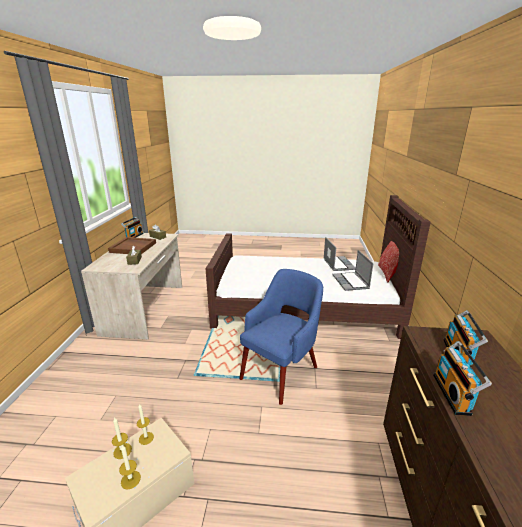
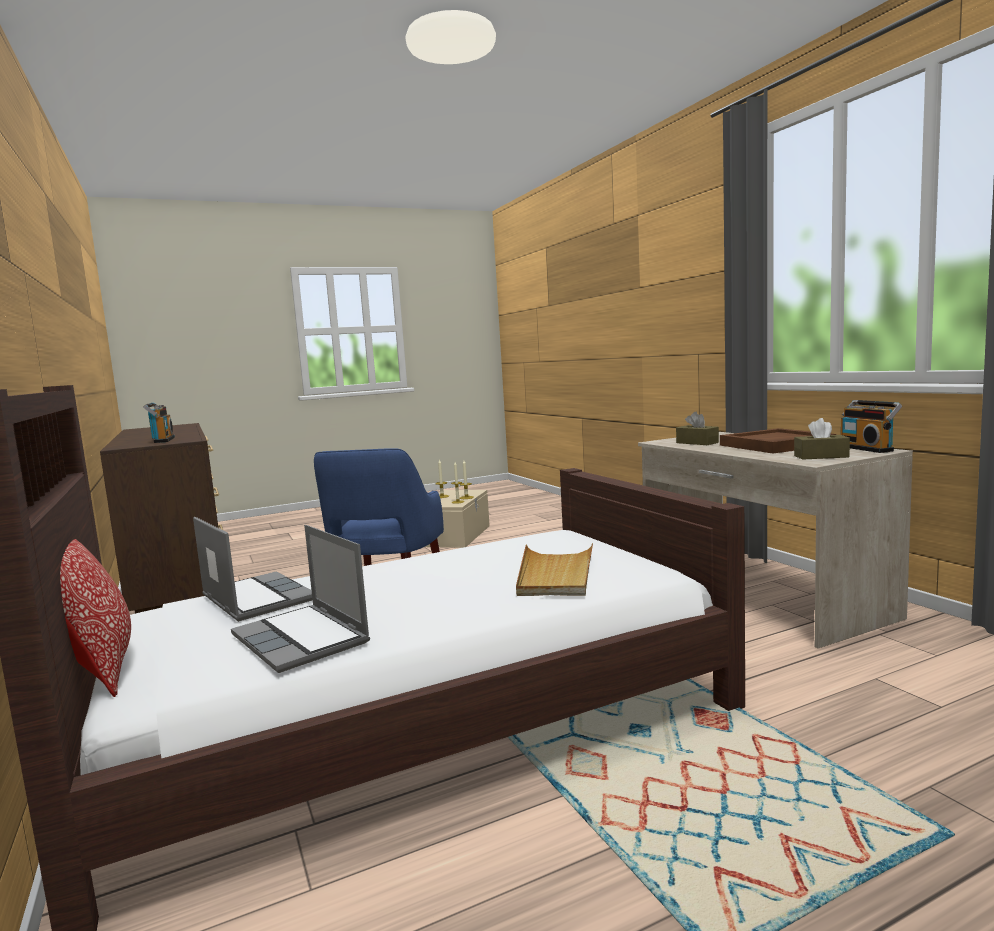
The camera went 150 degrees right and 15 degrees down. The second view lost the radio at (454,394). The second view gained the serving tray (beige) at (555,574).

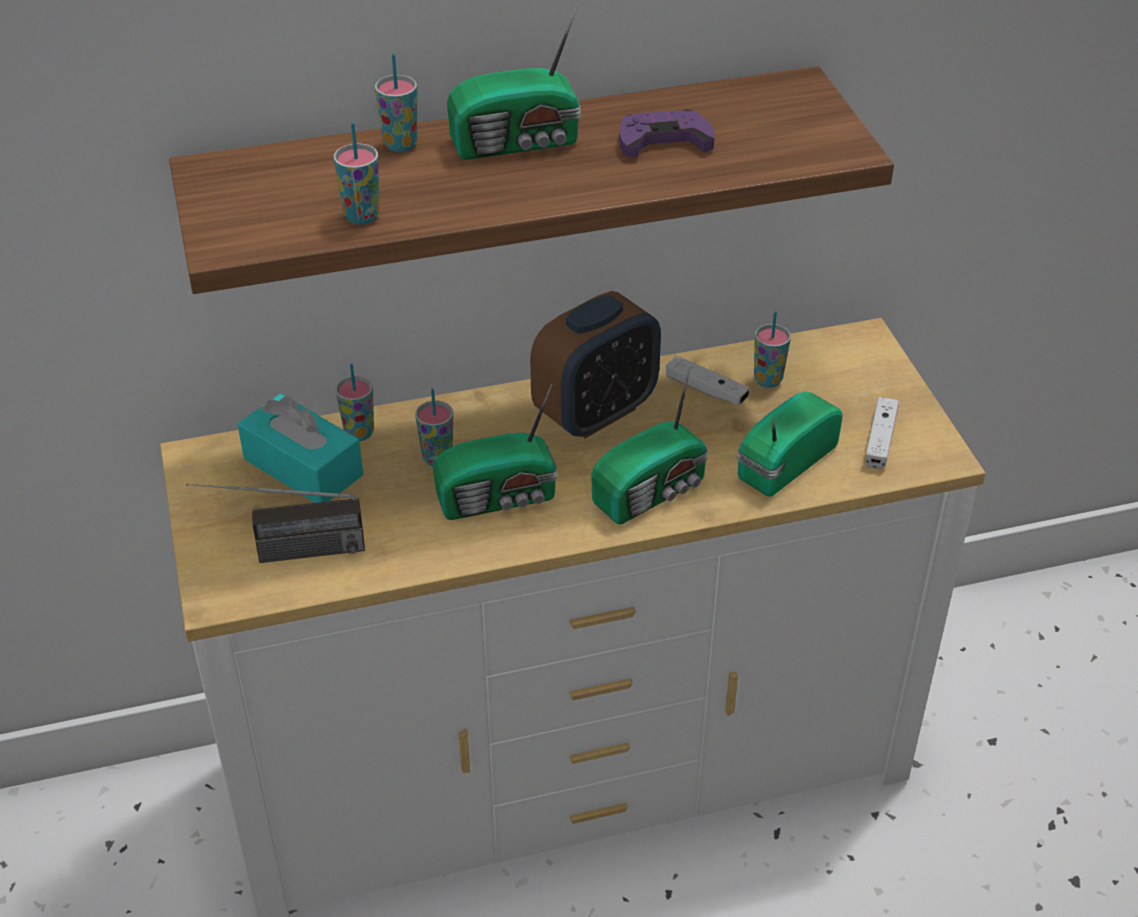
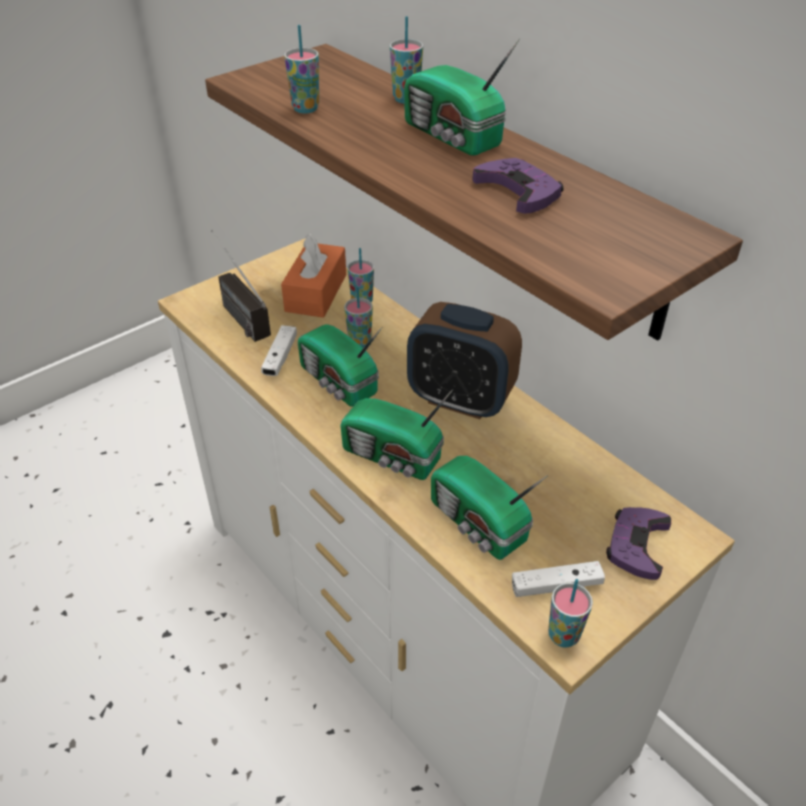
The camera went 65 degrees right and 0 degrees up. The second view gained the joypad (purple-coloured) at (636,545). The joypad (white) ended up elsewhere, having gone from (706,390) to (280,357). The small cup ended up elsewhere, having gone from (768,380) to (563,635). What was the tissue holder (turquoise) at (303,467) turned into the tissue holder (orange-coloured) at (316,293). The radio at (782,463) ended up facing another way, 150 degrees counterclockwise from before.

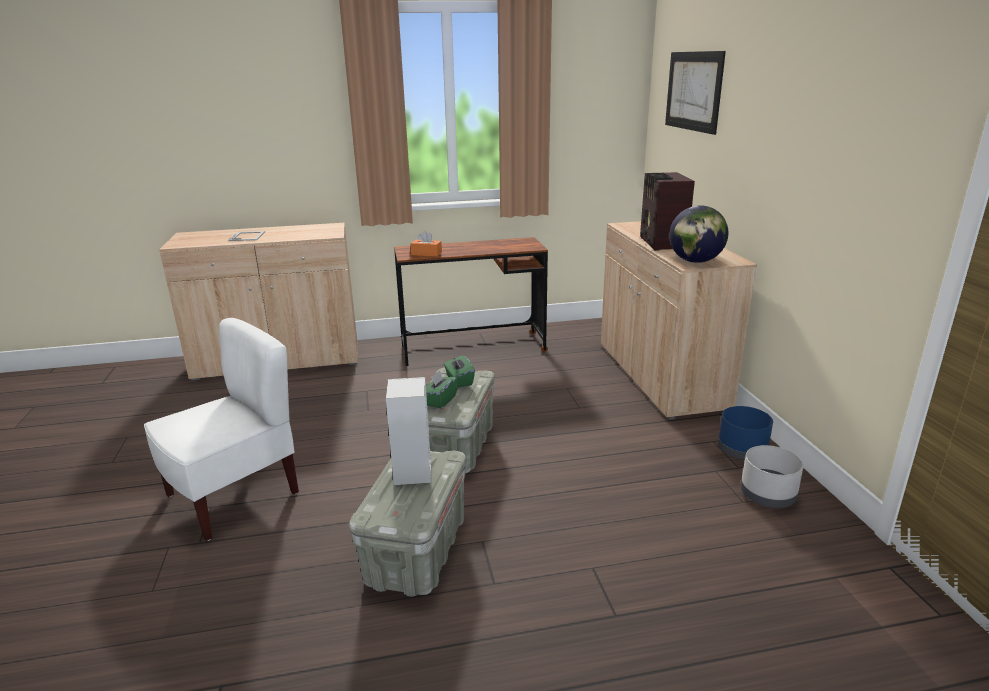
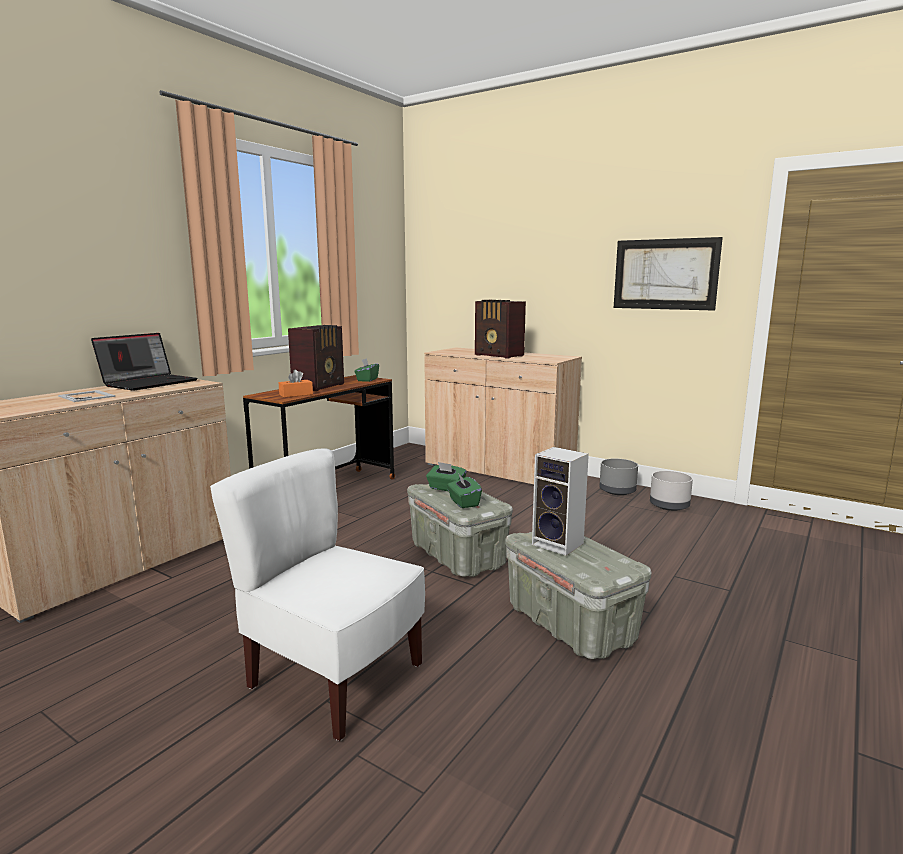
The camera went 45 degrees left and 10 degrees down. The second view lost the globe at (695,261). The second view gained the notebook computer at (149,383). The second view gained the radio at (320,386). The second view gained the tissue holder (green-coloured) at (367,380). The wall picture ended up elsewhere, having gone from (693,91) to (665,274). What was the plant pot (blue-coloured) at (742,451) turned into the plant pot (greyish) at (617,491). The chair (white) at (235,495) ended up facing another way, 60 degrees counterclockwise from before.

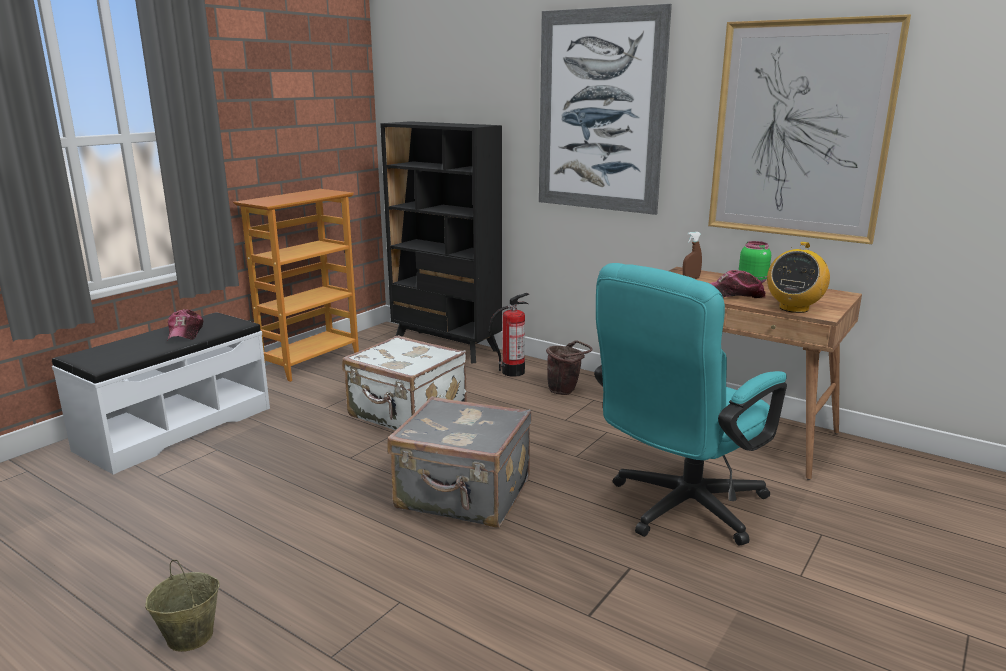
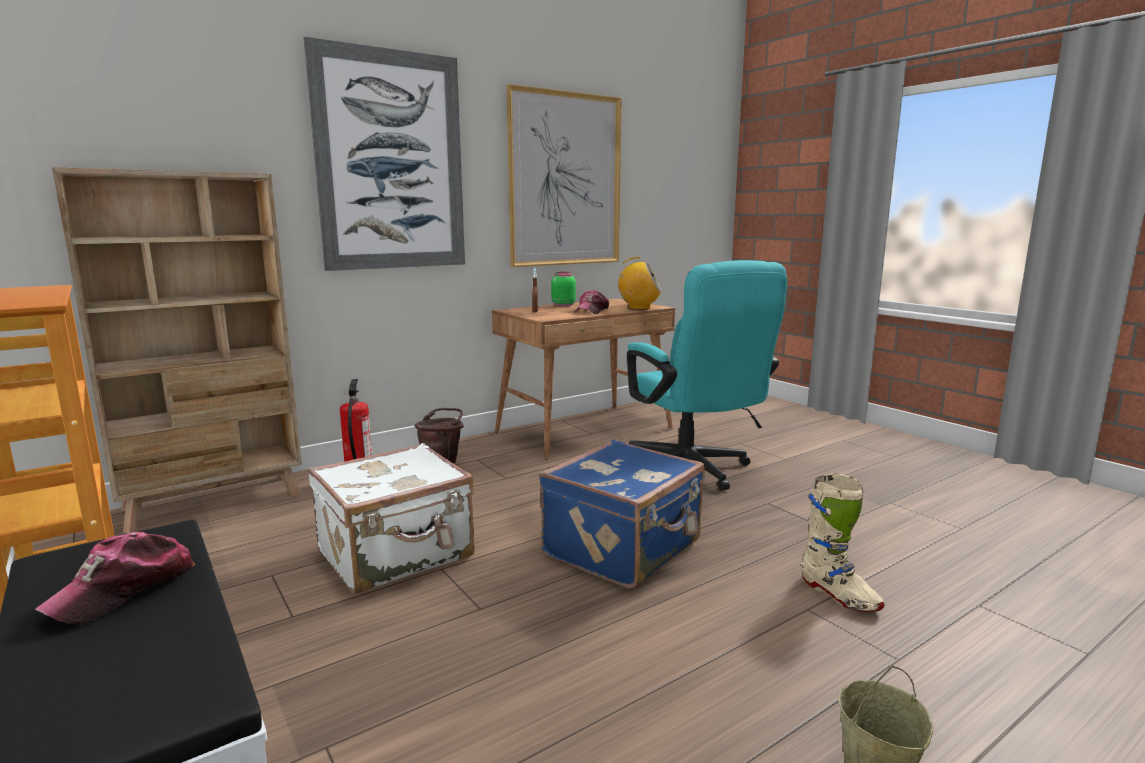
The camera went 70 degrees left and 5 degrees down. The second view gained the boot (beige) at (839,595). What was the shelving unit (blackish) at (446,346) turned into the shelving unit (beige) at (215,502). What was the suitcase (greyish) at (463,496) turned into the suitcase (blue-coloured) at (624,549). The cap at (185,333) ended up facing another way, 105 degrees clockwise from before. The radio at (793,308) ended up facing another way, 45 degrees counterclockwise from before.

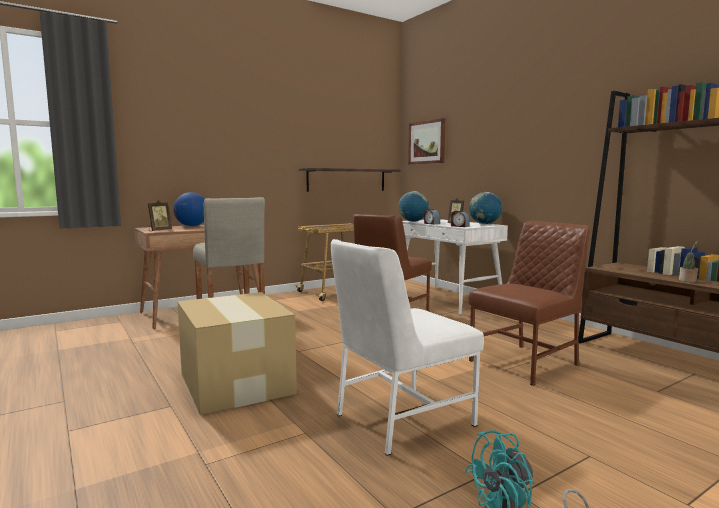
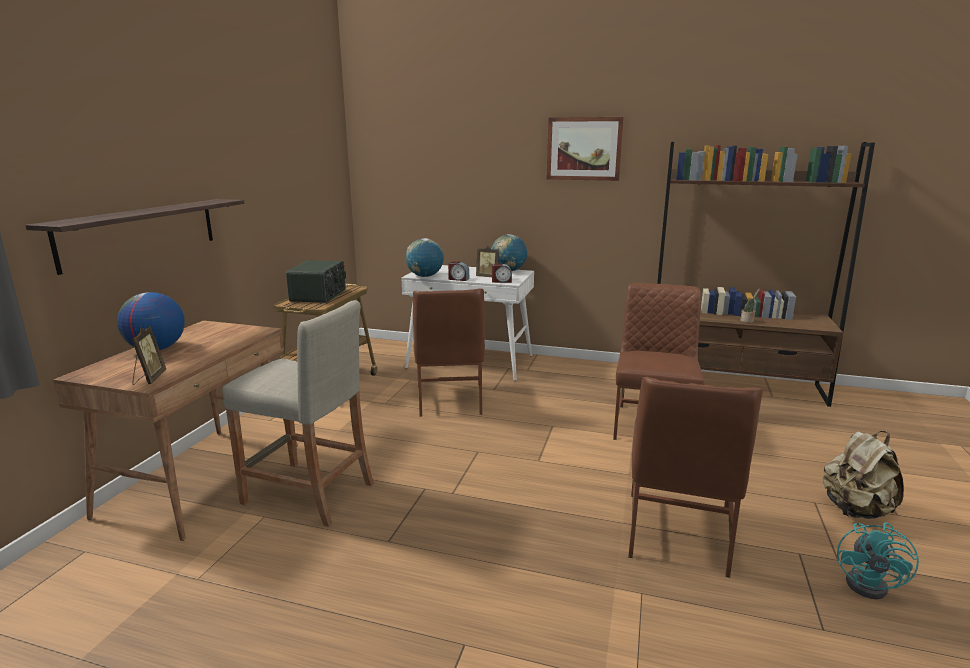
The camera went 40 degrees left and 10 degrees up. The second view lost the packing box at (236,382). The second view gained the radio at (319,295). The second view gained the rucksack (beige) at (855,510). The bracket shelf ended up elsewhere, having gone from (347,180) to (141,232). The wall picture ended up elsewhere, having gone from (427,142) to (584,149). What was the chair (white) at (401,419) turned into the chair (brown-coloured) at (677,533).

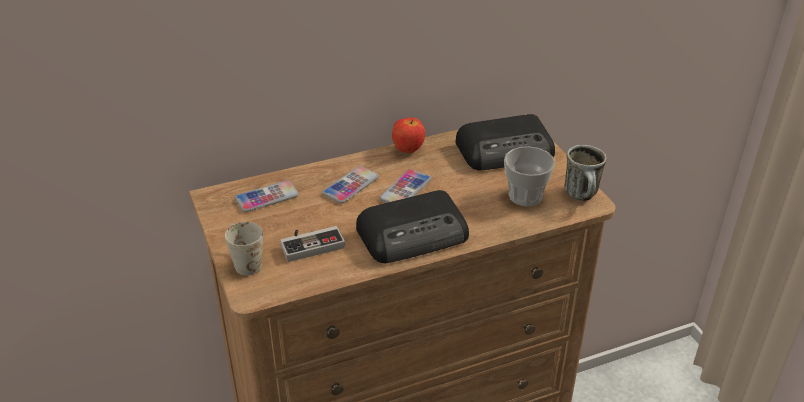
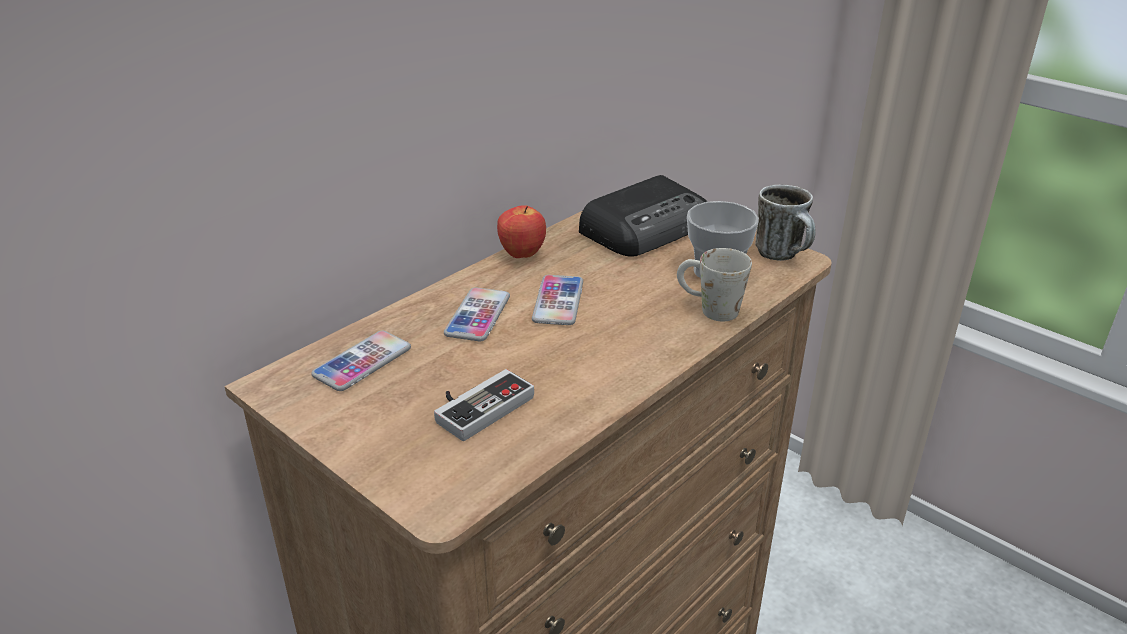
The camera went 25 degrees left and 5 degrees down. The second view lost the radio at (415,234). The tea mug (white) ended up elsewhere, having gone from (244,261) to (708,308).

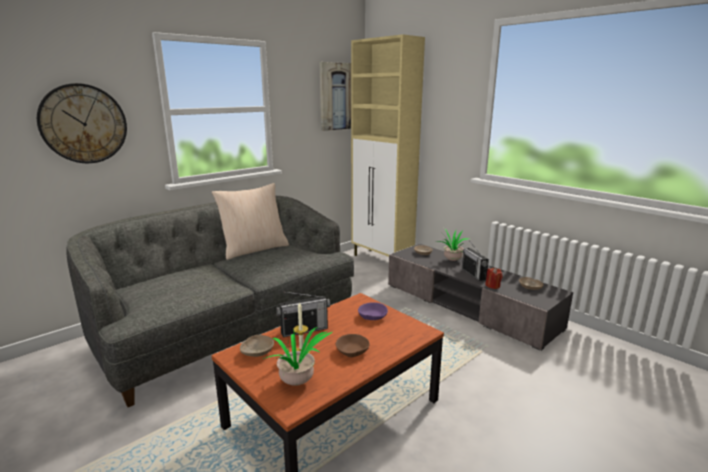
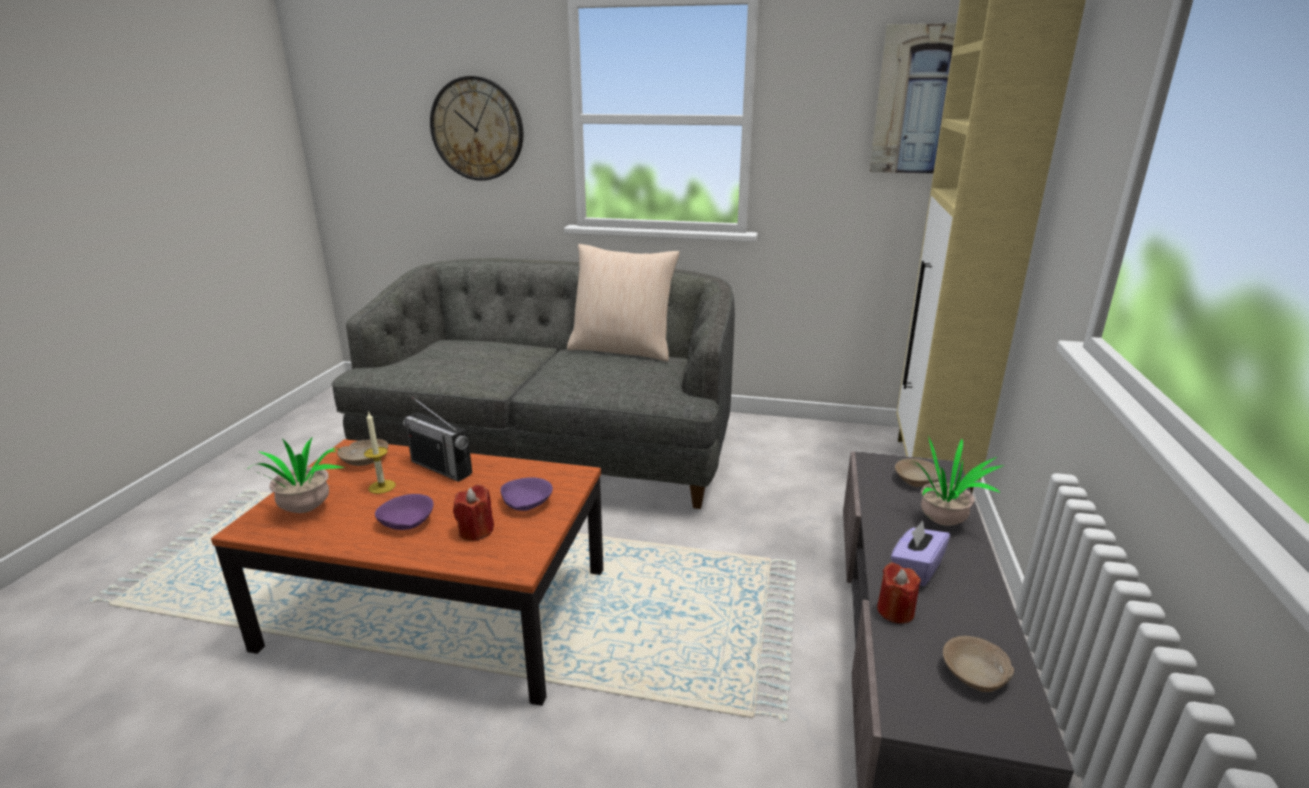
The camera went 55 degrees right and 5 degrees up. The second view gained the wax candle (reddish) at (476,531). Where the radio stood at (473,274), the tissue holder (purple-coloured) came to stand at (916,568). What was the bowl (brown-coloured) at (352,351) turned into the bowl (purple-coloured) at (407,521).

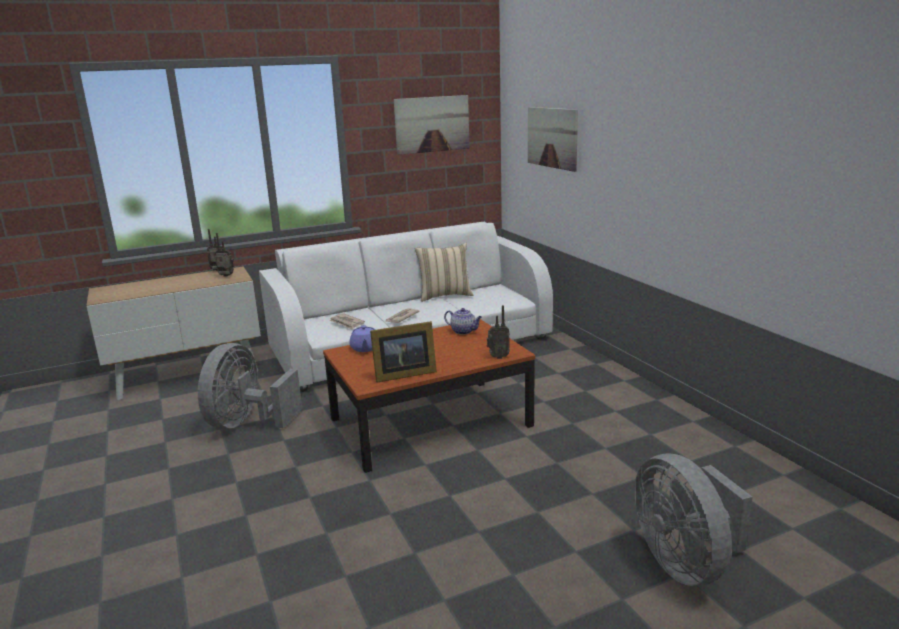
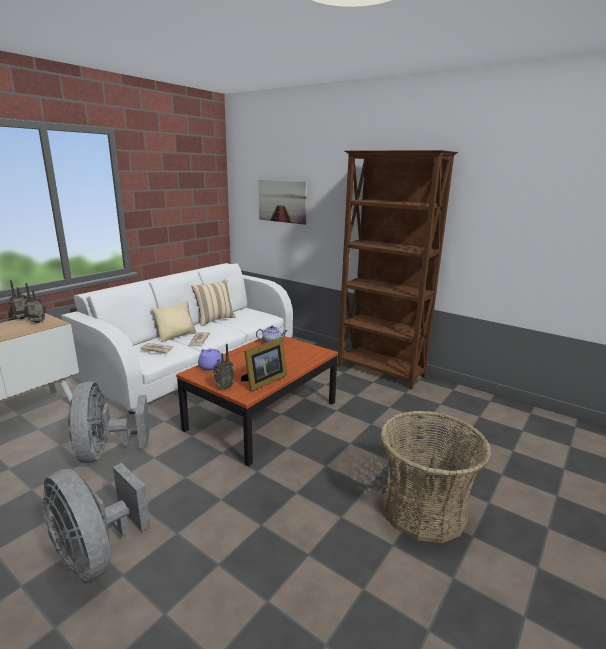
The camera went 30 degrees left and 0 degrees up. The second view lost the wall picture at (432,124). The second view gained the pillow (beige) at (176,336). The second view gained the shelving unit (brown-coloured) at (380,371). The second view gained the household basket at (424,510). The radio ended up elsewhere, having gone from (498,357) to (223,387). The fan (greyish) ended up elsewhere, having gone from (685,563) to (97,554).

